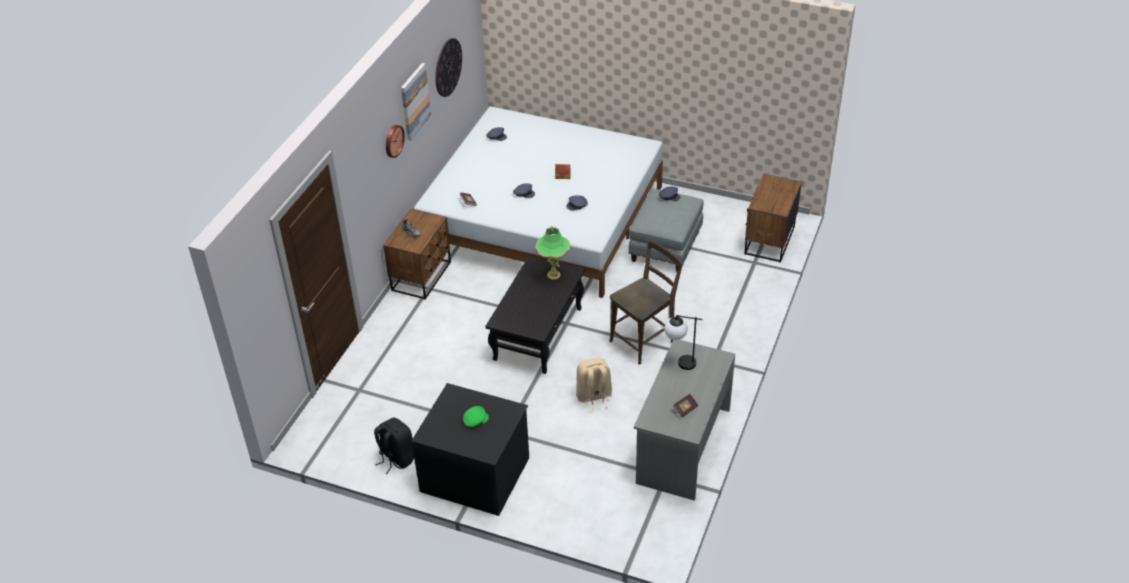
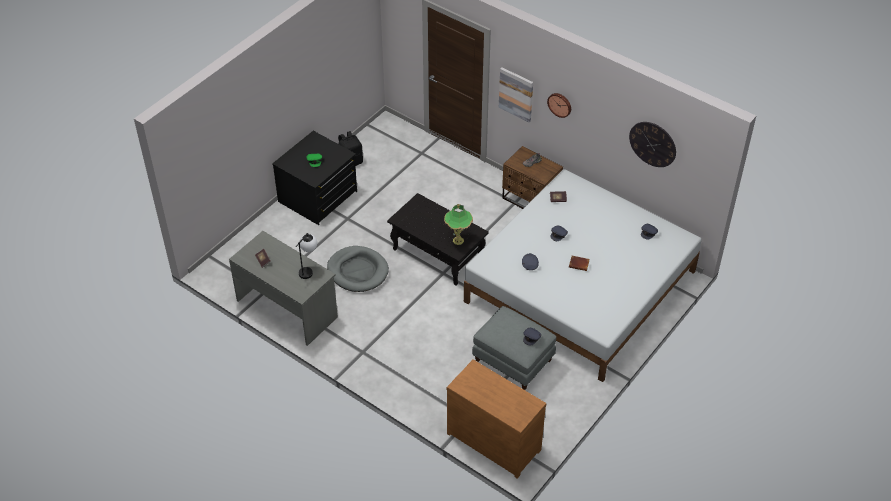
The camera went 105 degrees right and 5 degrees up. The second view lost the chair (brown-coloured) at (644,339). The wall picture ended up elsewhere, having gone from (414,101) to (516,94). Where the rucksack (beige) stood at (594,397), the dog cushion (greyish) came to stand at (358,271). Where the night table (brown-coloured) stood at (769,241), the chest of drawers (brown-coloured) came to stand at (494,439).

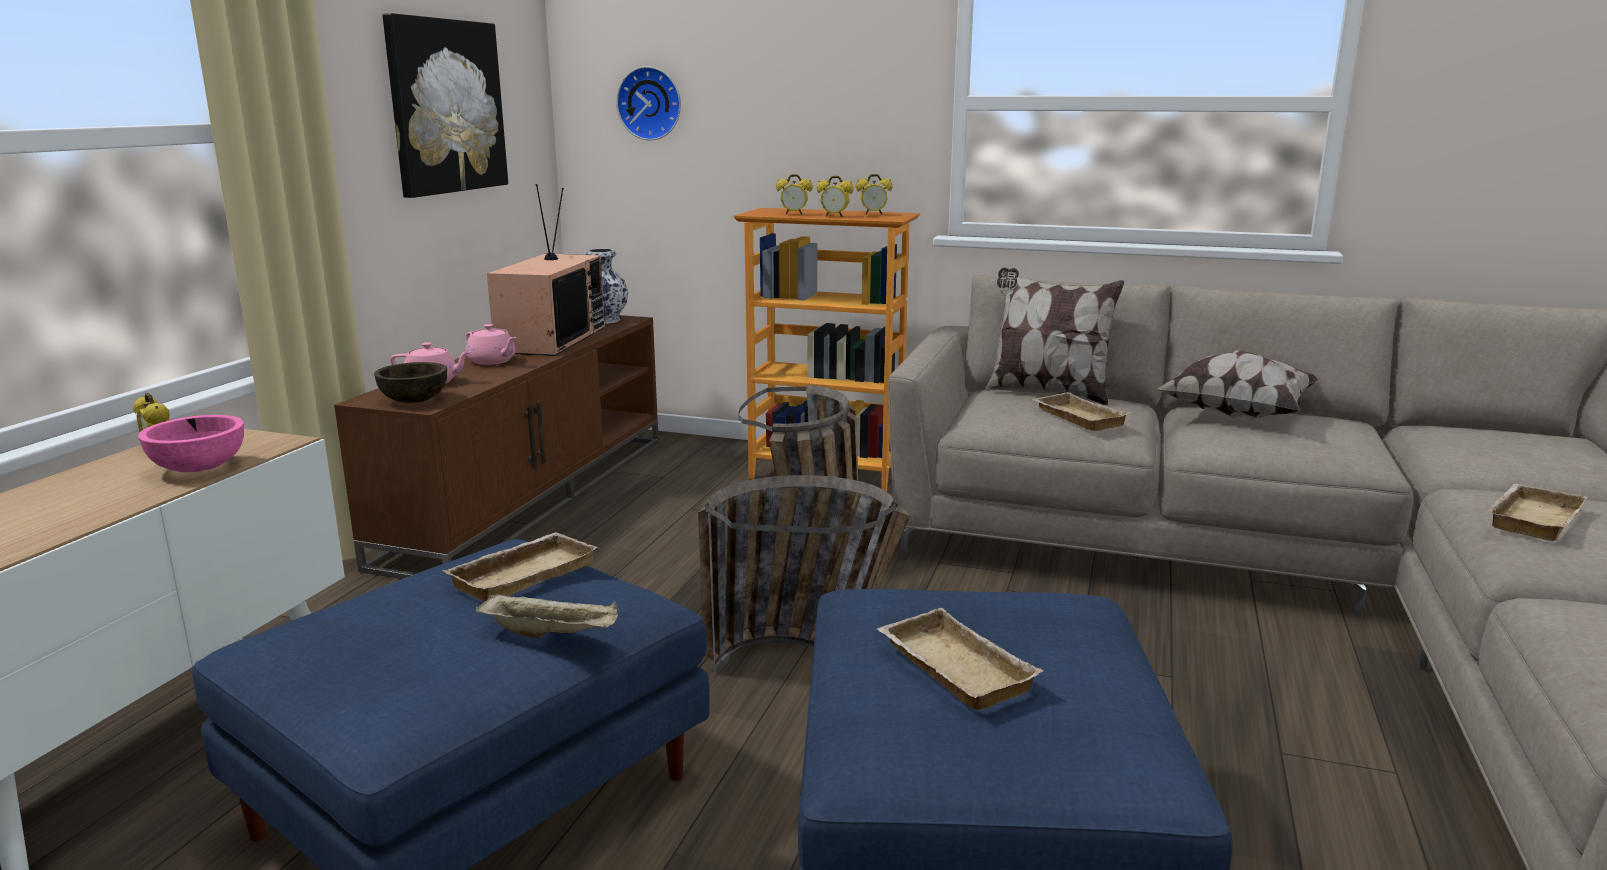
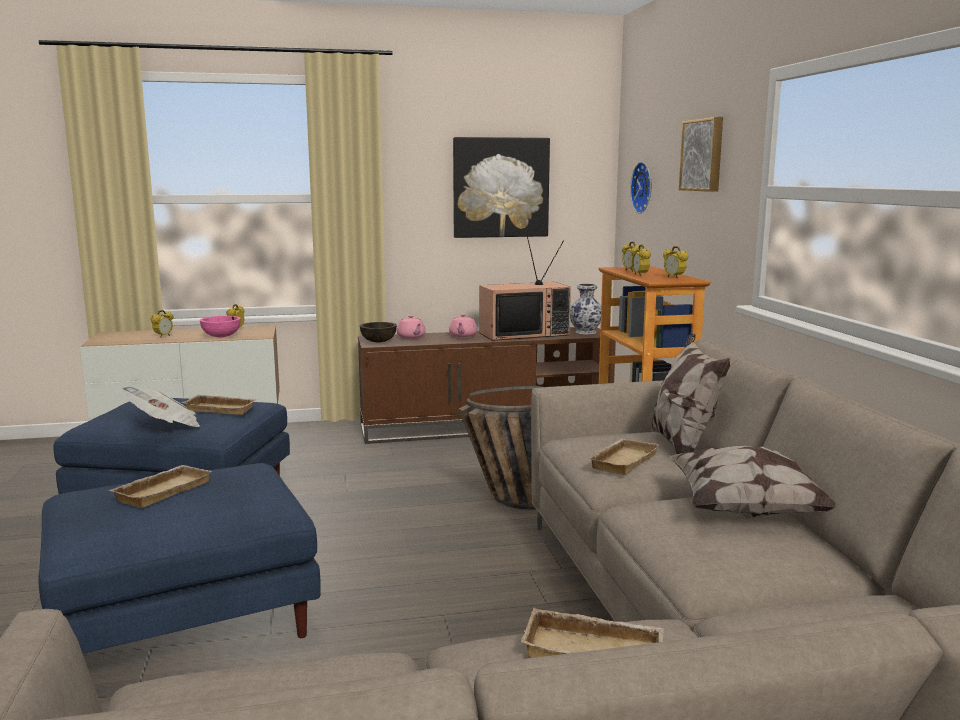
The camera went 60 degrees right and 5 degrees down. The second view lost the household basket at (804,661). The second view gained the table clock at (163,336). The second view gained the wall picture at (703,155). Where the serving tray (beige) stood at (553,634), the daily paper came to stand at (164,425).

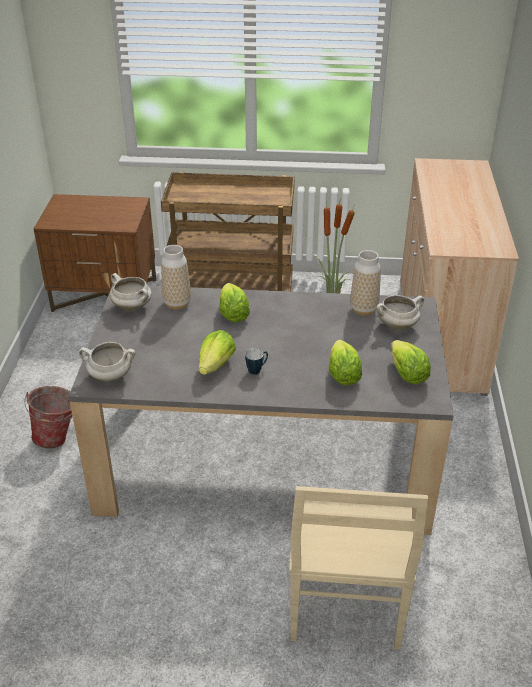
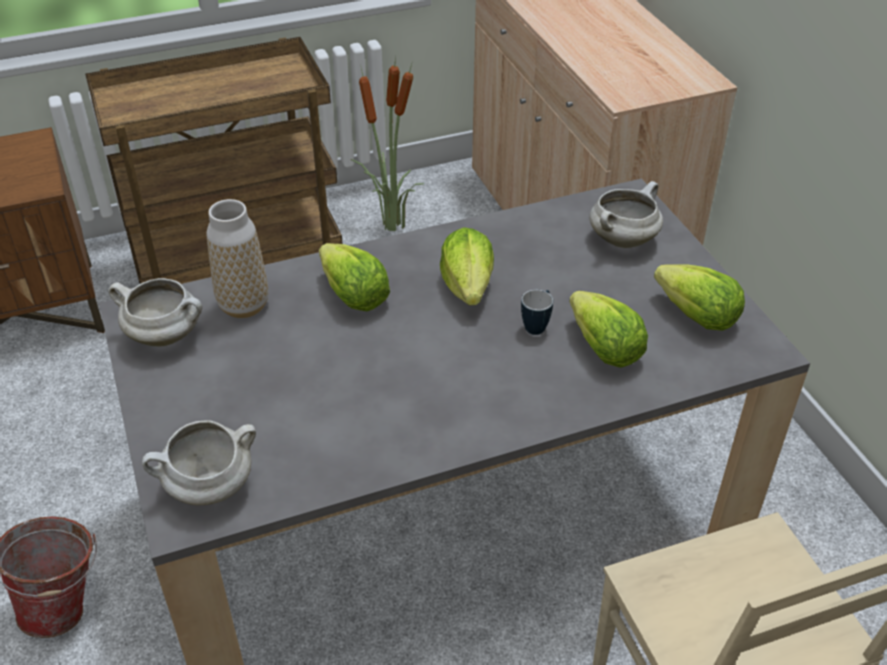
The camera went 25 degrees left and 5 degrees up. The second view lost the decorative vase at (363,309). The head of lettuce ended up elsewhere, having gone from (216,365) to (468,287). The tea mug ended up elsewhere, having gone from (257,370) to (537,325).

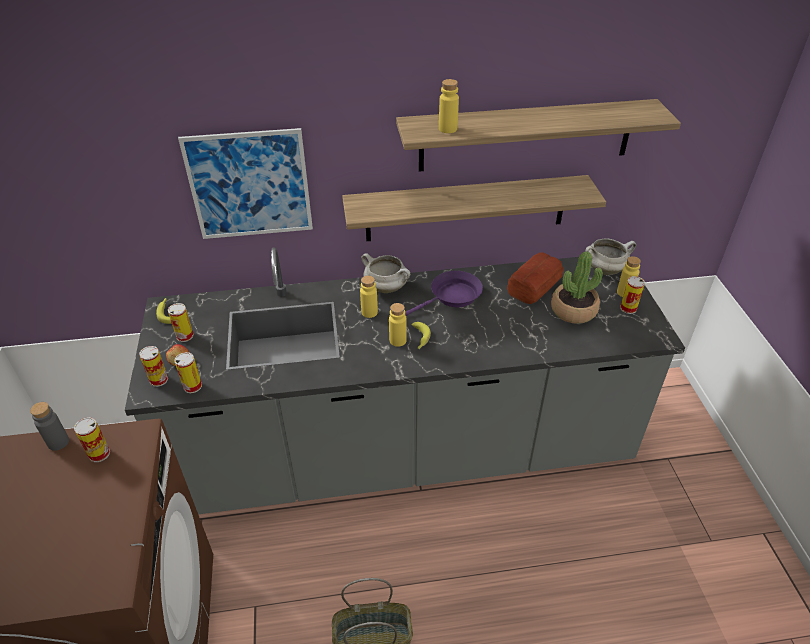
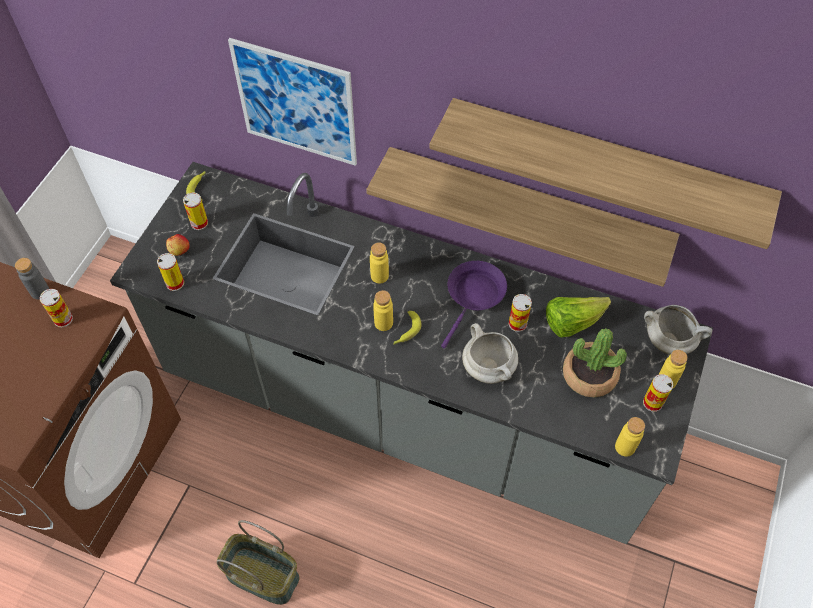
The camera went 30 degrees right and 15 degrees up. The metal can ended up elsewhere, having gone from (159,380) to (517,323). The cooking pot (white) ended up elsewhere, having gone from (387,288) to (489,368). The beverage bottle (yellow) ended up elsewhere, having gone from (447,129) to (625,447). Where the bread stood at (533,285), the head of lettuce came to stand at (571,322). The frying pan (purple-coloured) at (452,297) ended up facing another way, 60 degrees counterclockwise from before.

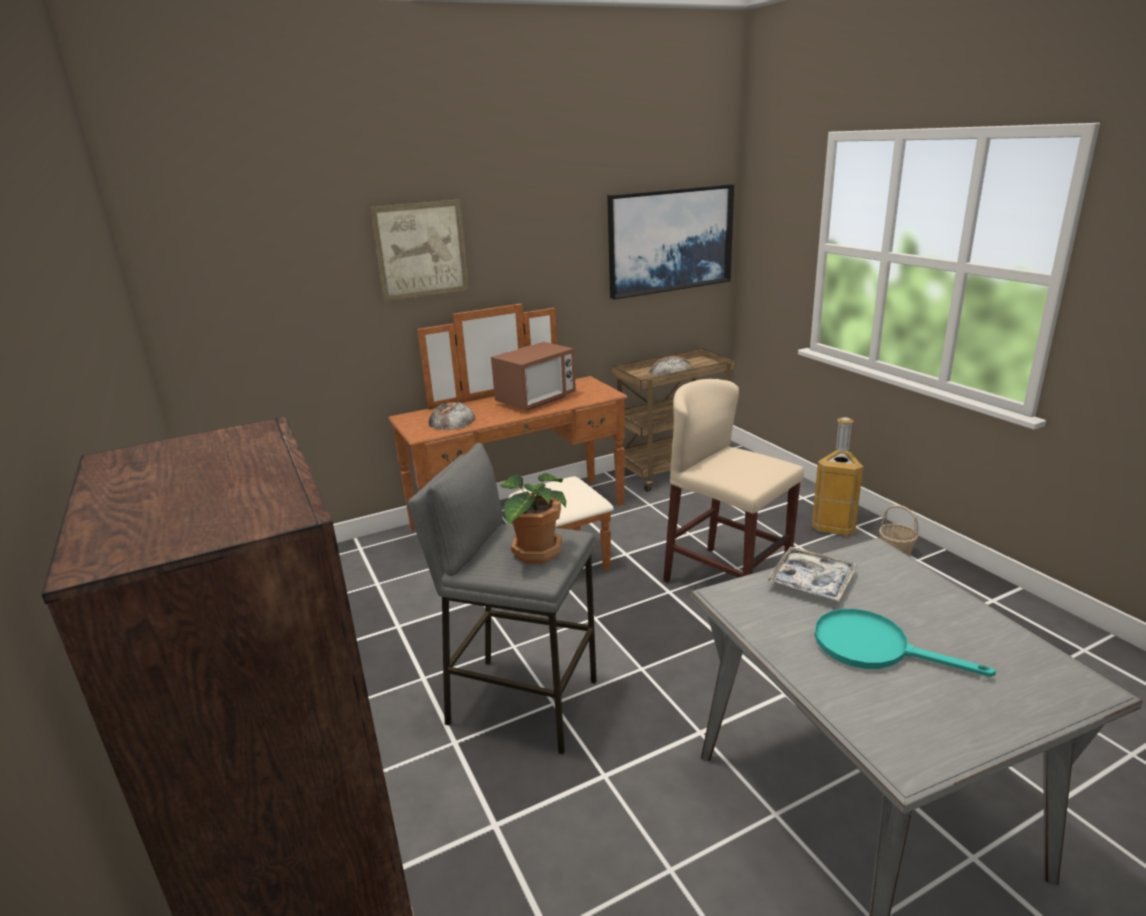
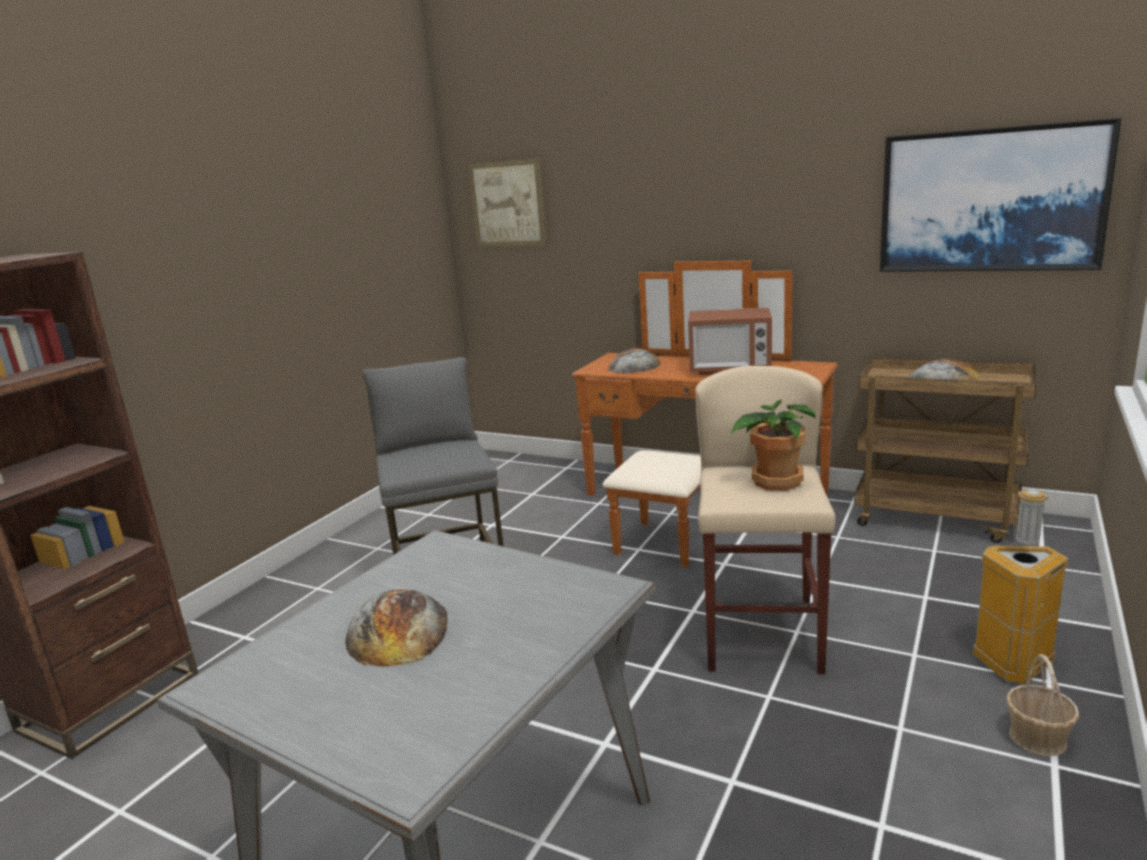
The camera went 55 degrees right and 5 degrees down. The second view lost the serving tray at (811,581). The wall picture ended up elsewhere, having gone from (421,250) to (508,204). The potted plant ended up elsewhere, having gone from (535,552) to (775,481). Where the frying pan (turquoise) stood at (874,647), the bread came to stand at (398,630).

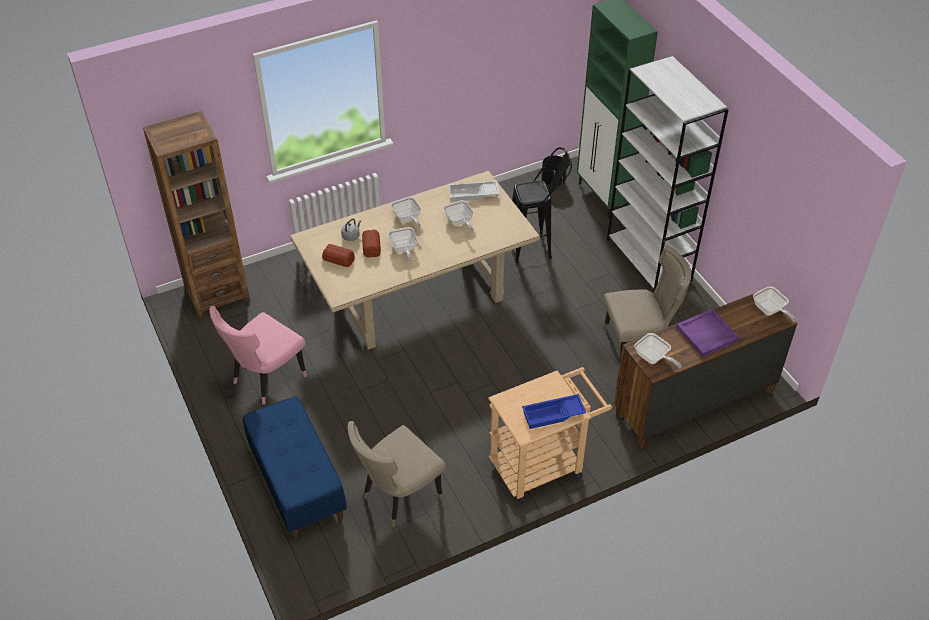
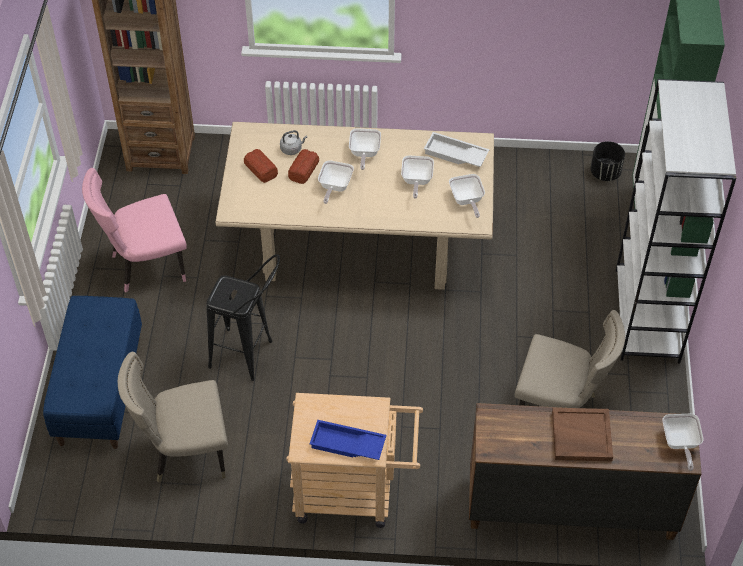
The camera went 30 degrees right and 5 degrees up. The sitting stool (blackish) ended up elsewhere, having gone from (537,247) to (250,357). The frying pan ended up elsewhere, having gone from (653,358) to (466,201). What was the serving tray (purple-coloured) at (706,335) turned into the serving tray (brown-coloured) at (581,436).

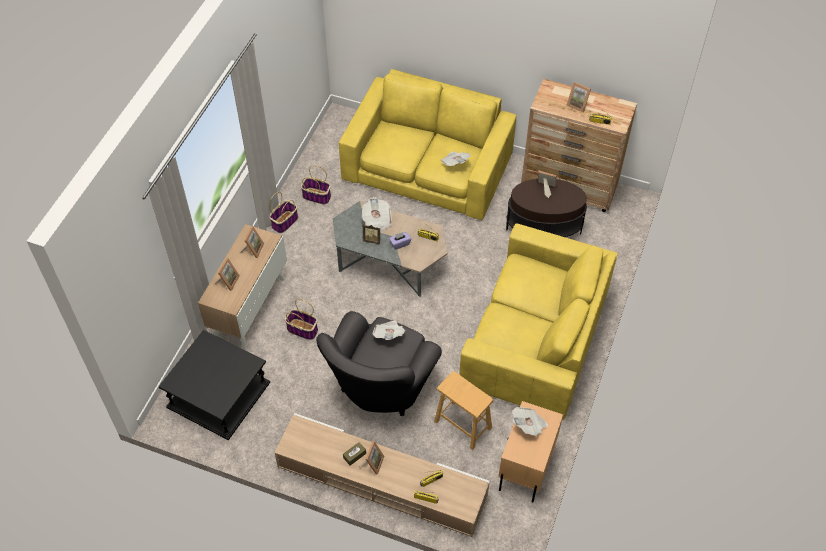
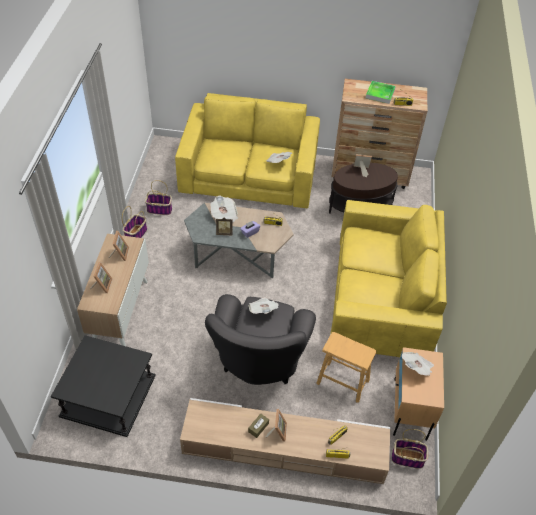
The camera went 15 degrees left and 5 degrees down. The household basket ended up elsewhere, having gone from (303,329) to (408,458). Where the picture frame stood at (578,104), the serving tray came to stand at (380,94).

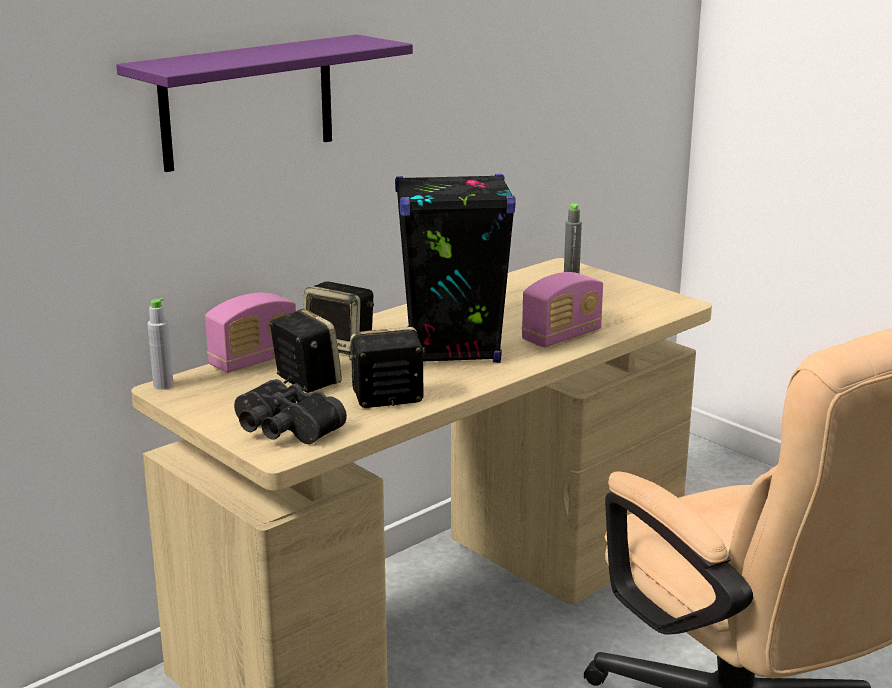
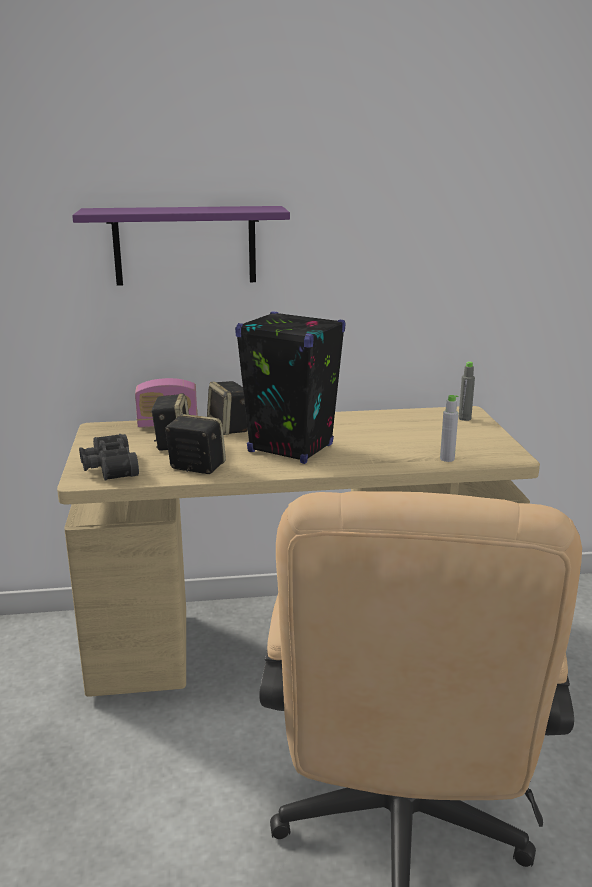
The camera went 35 degrees right and 0 degrees up. The second view lost the radio at (562,336). The beverage bottle (greyish) ended up elsewhere, having gone from (163,385) to (447,459).

